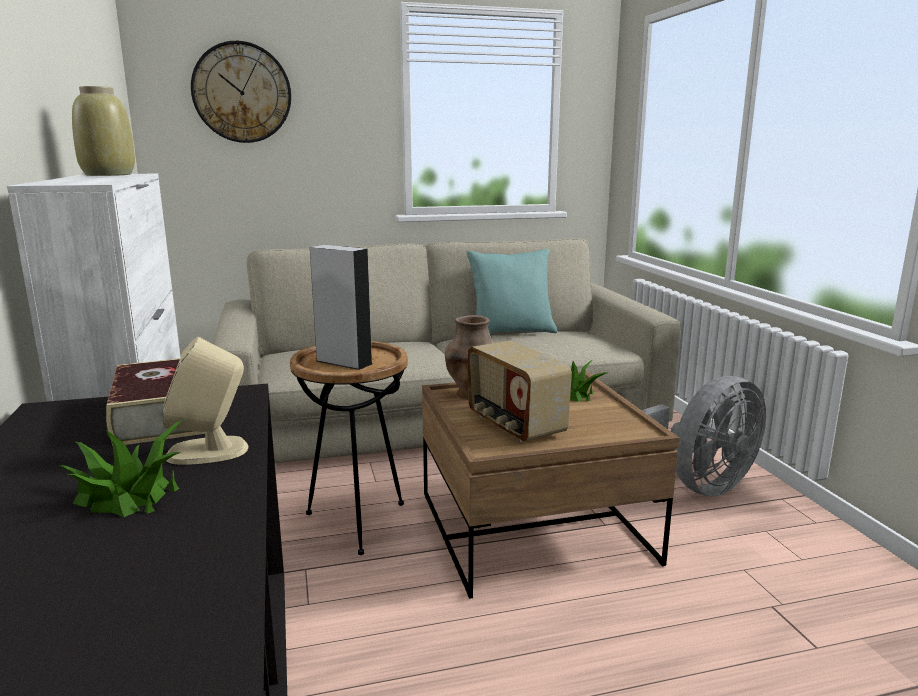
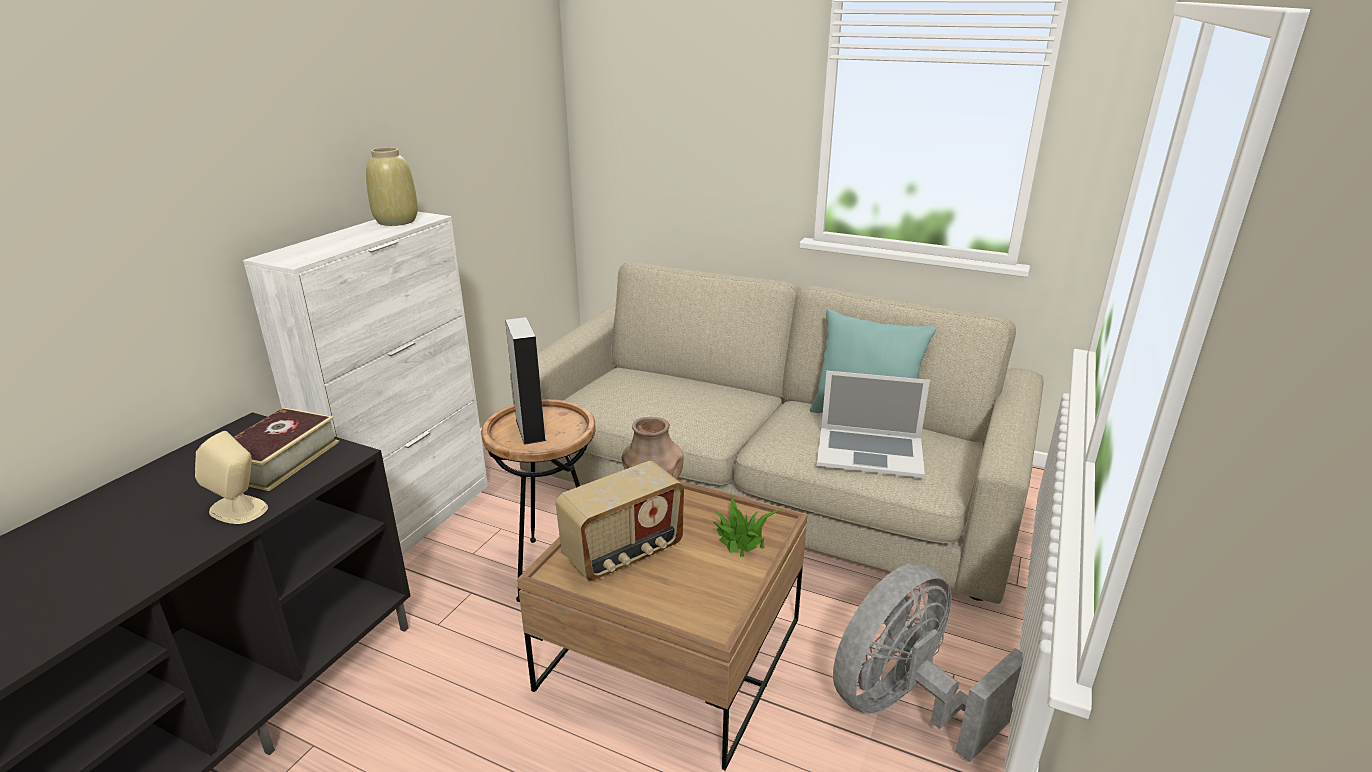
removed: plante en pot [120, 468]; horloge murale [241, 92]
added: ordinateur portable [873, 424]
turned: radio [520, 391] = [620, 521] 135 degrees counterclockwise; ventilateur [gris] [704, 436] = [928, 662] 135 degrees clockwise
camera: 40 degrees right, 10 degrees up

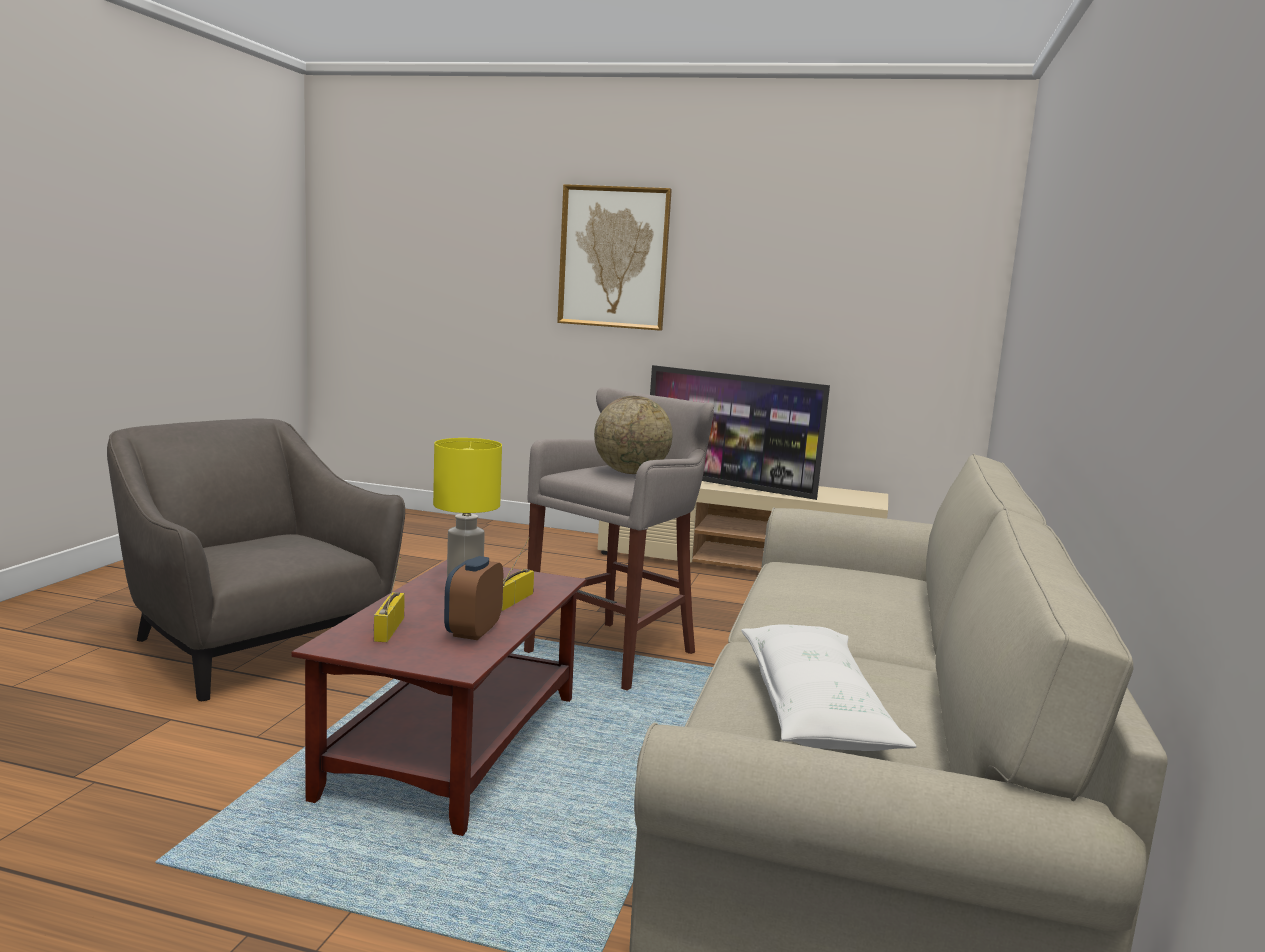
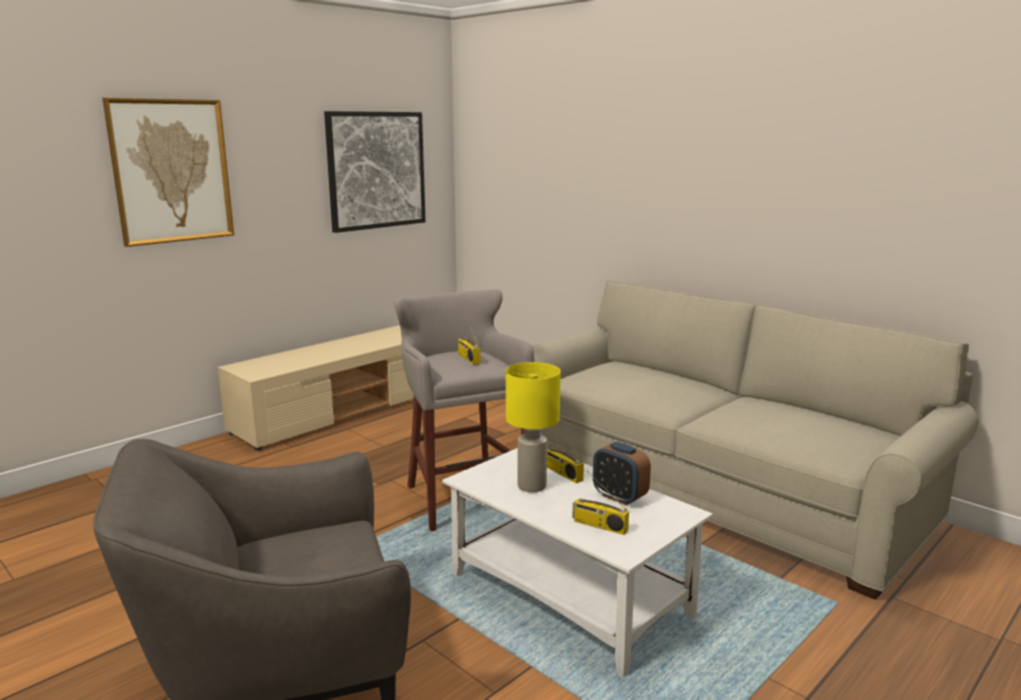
removed: téléviseur [740, 432]; coussin [blanc] [828, 687]
added: tableau [375, 172]
replaced: globe [633, 435] to radio [469, 341]
recoloured: table basse [marron] [438, 698] to table basse [blanc] [577, 562]
camera: 60 degrees left, 5 degrees up

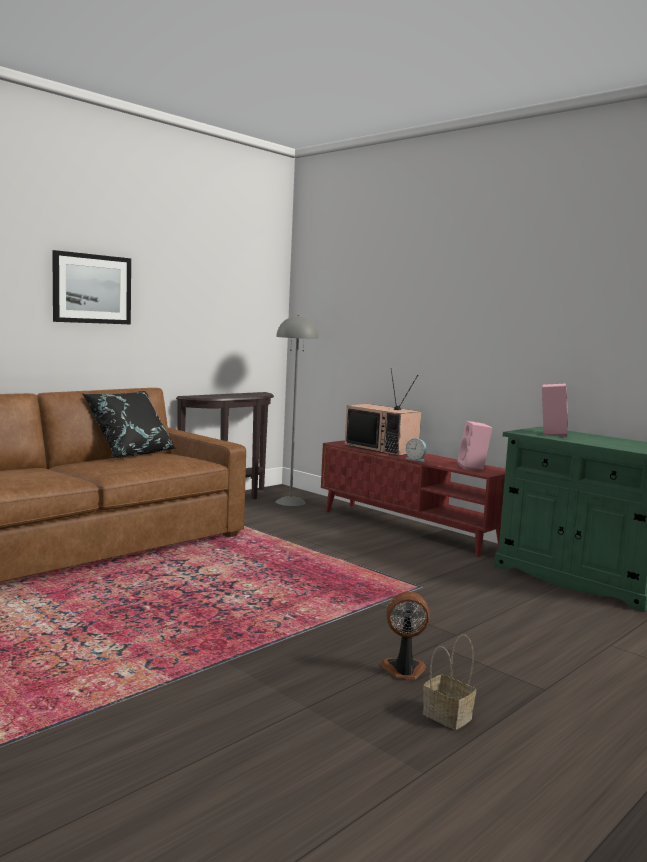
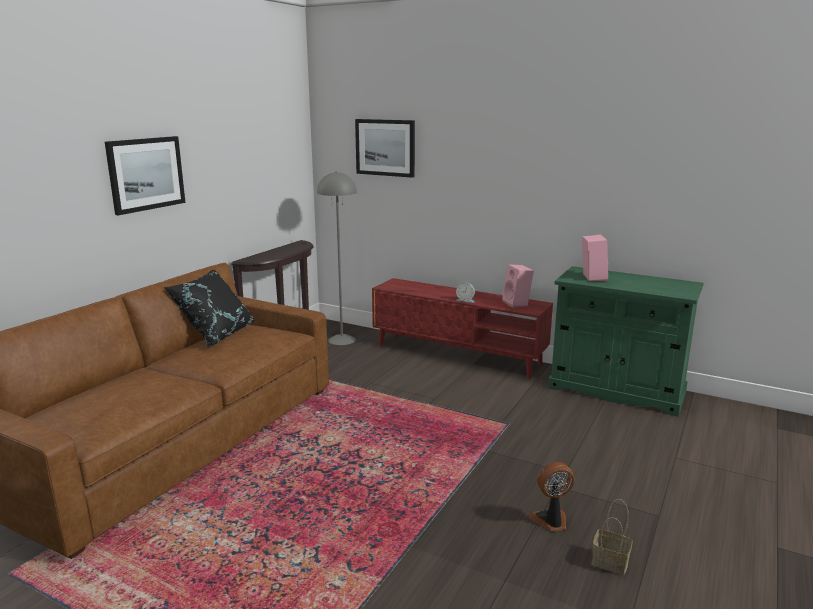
removed: téléviseur [383, 412]
added: tableau [385, 148]
camera: 15 degrees left, 10 degrees up

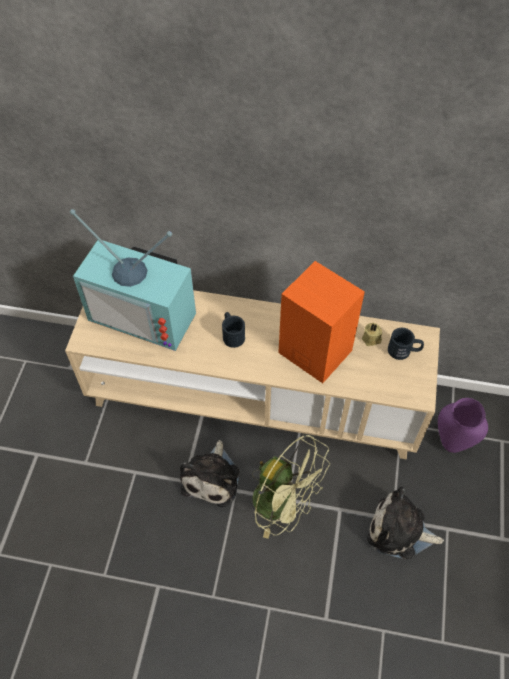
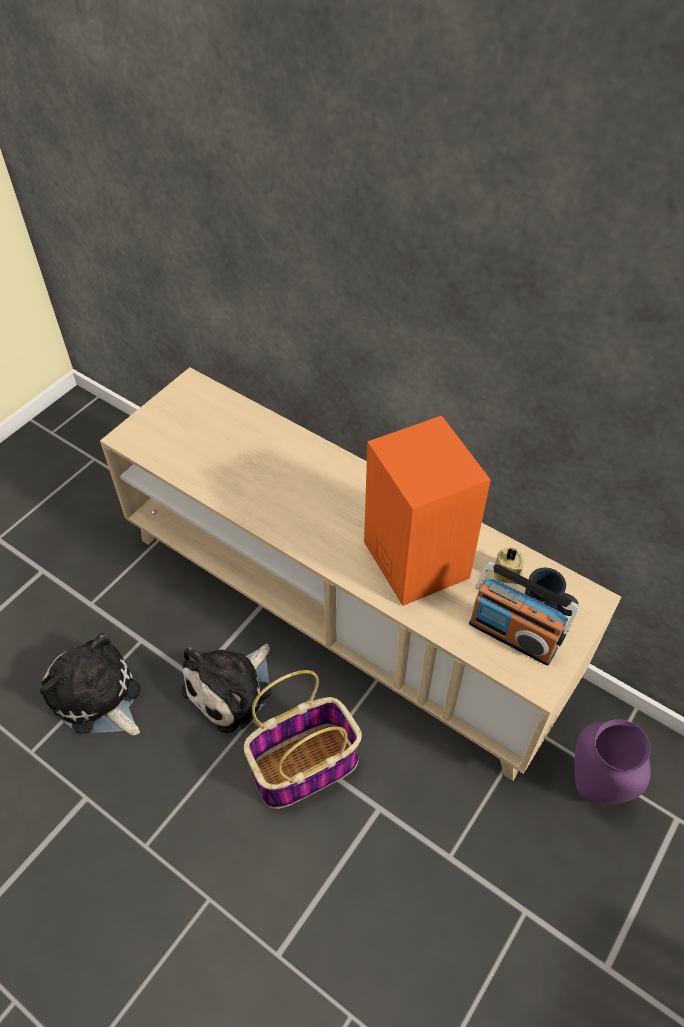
removed: téléviseur [133, 280]; mug [noir] [233, 330]
added: radio [524, 613]
moved: peluche [405, 523] to [90, 684]
replaced: ventilateur [vert] [291, 487] to panier [303, 739]
camera: 25 degrees right, 5 degrees down

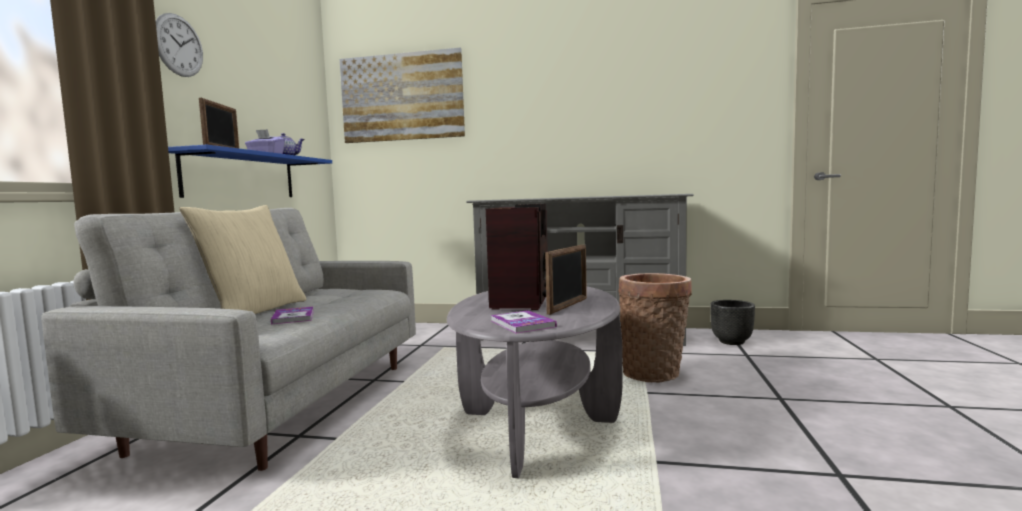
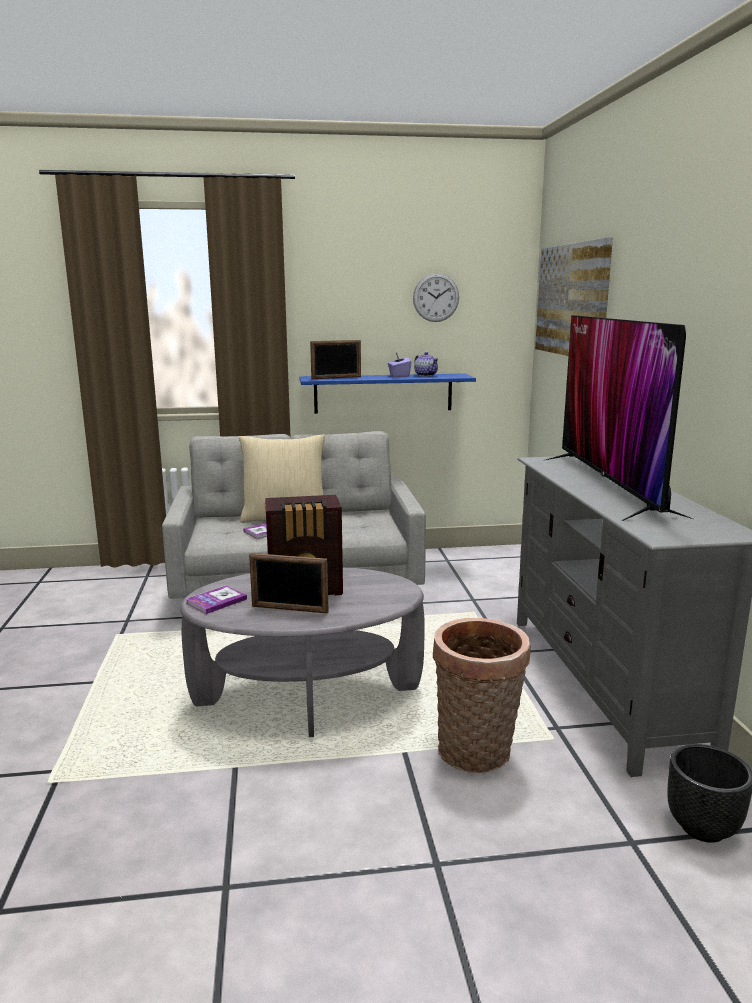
added: téléviseur [618, 418]
moved: horloge murale [179, 45] to [436, 297]
camera: 70 degrees right, 10 degrees up

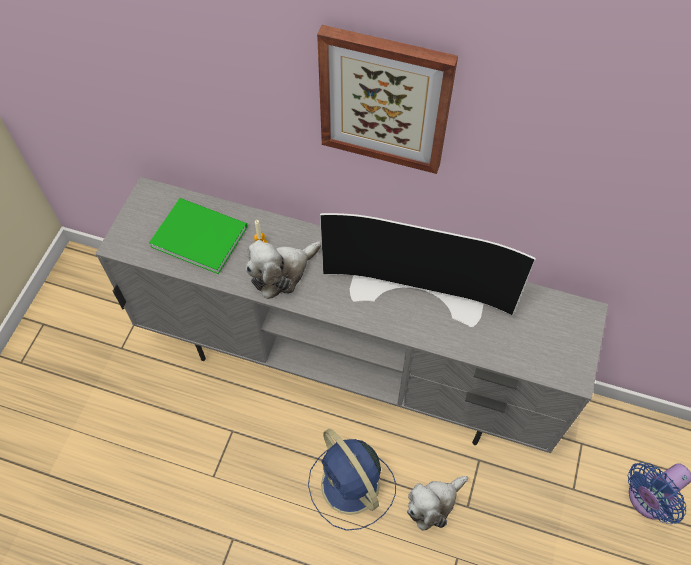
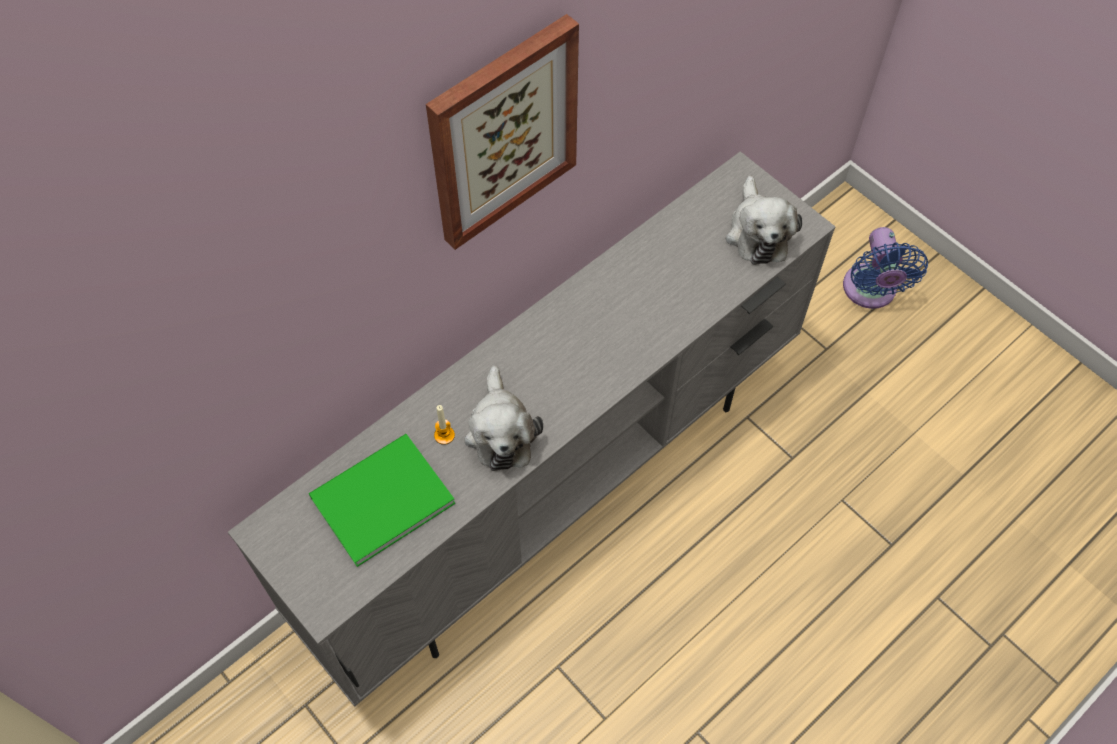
removed: ventilateur [bleu] [352, 480]; téléviseur [427, 270]
moved: peluche [437, 503] to [764, 220]
camera: 60 degrees left, 0 degrees up

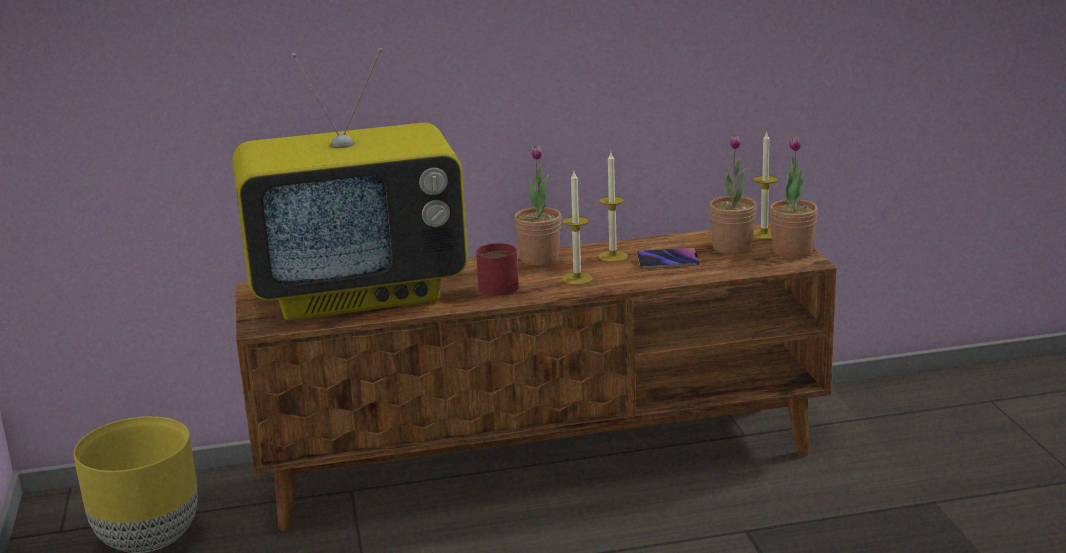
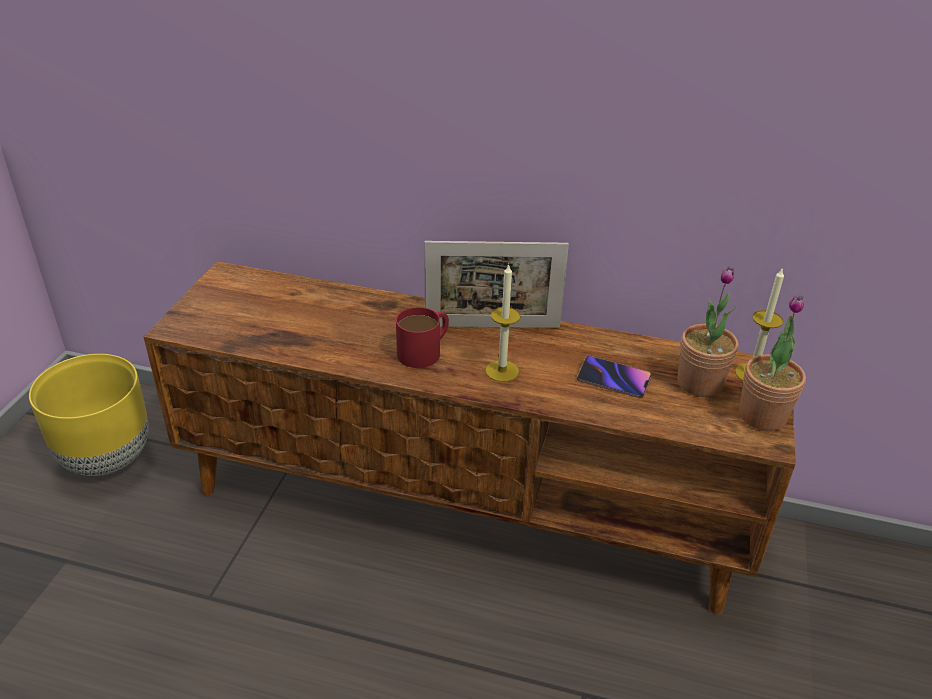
removed: téléviseur [350, 184]; bougie [613, 207]
replaced: plante en pot [538, 206] to cadre photo [496, 284]
camera: 25 degrees right, 15 degrees up

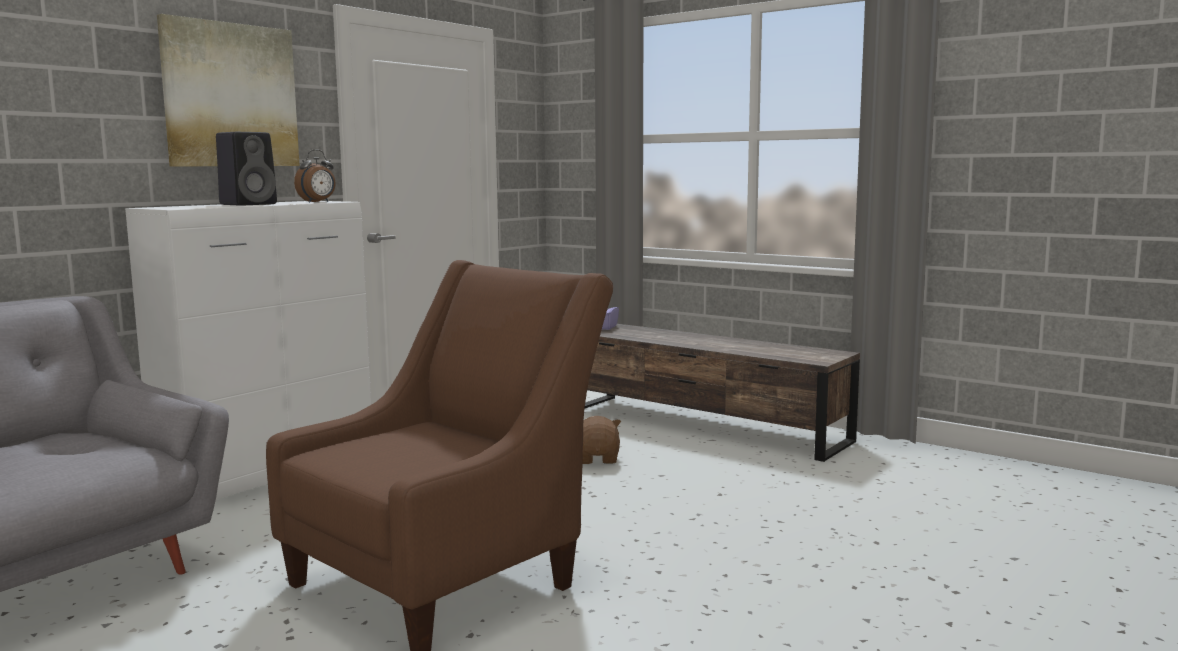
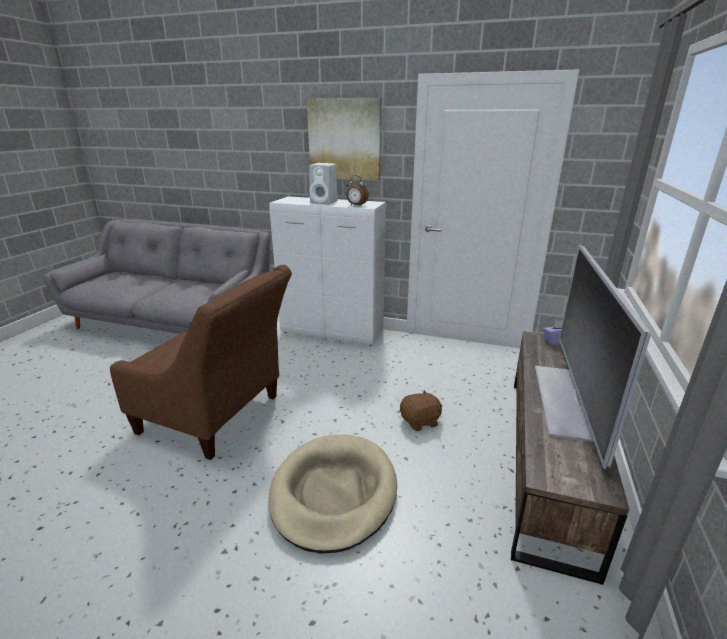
added: panier pour chien [beige] [332, 494]; téléviseur [593, 357]
recoloured: enceinte [noir] [246, 169] to enceinte [blanc] [323, 183]
camera: 70 degrees right, 15 degrees up

